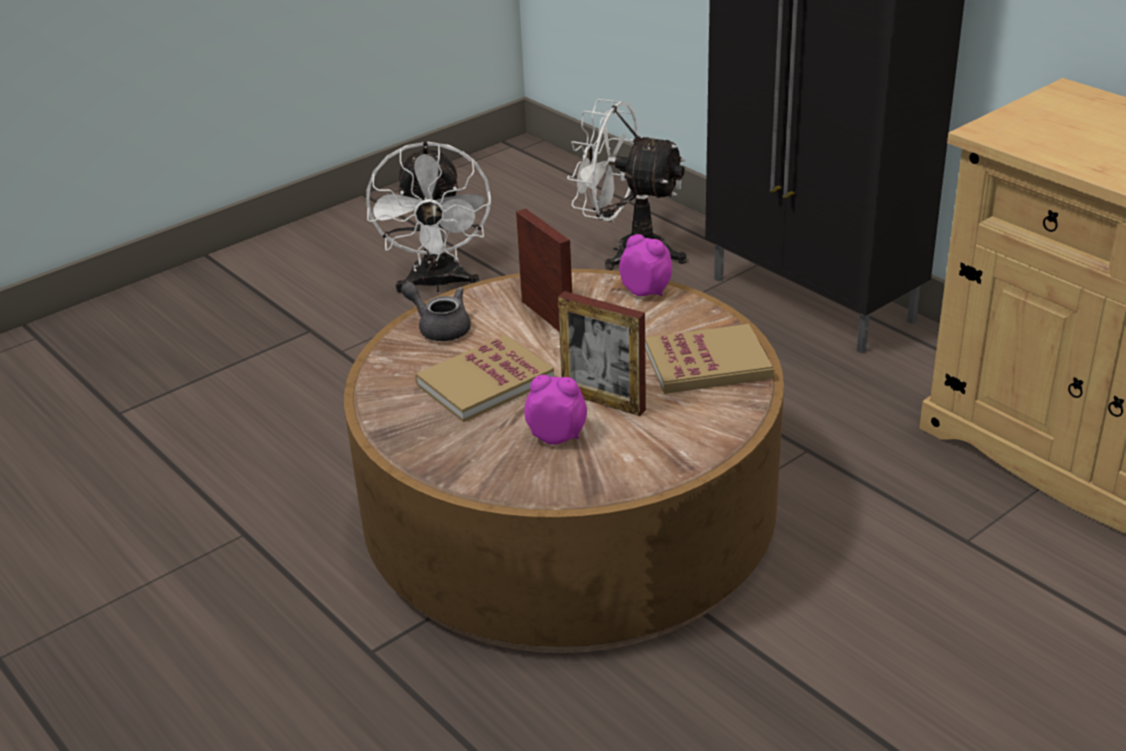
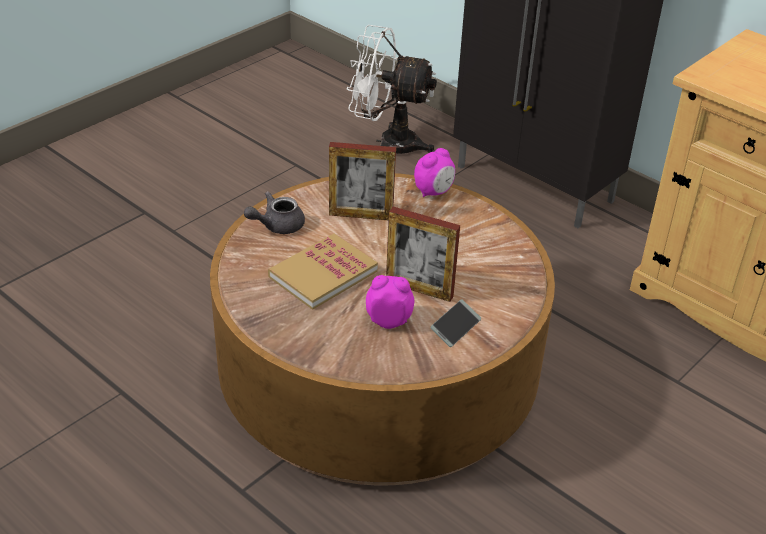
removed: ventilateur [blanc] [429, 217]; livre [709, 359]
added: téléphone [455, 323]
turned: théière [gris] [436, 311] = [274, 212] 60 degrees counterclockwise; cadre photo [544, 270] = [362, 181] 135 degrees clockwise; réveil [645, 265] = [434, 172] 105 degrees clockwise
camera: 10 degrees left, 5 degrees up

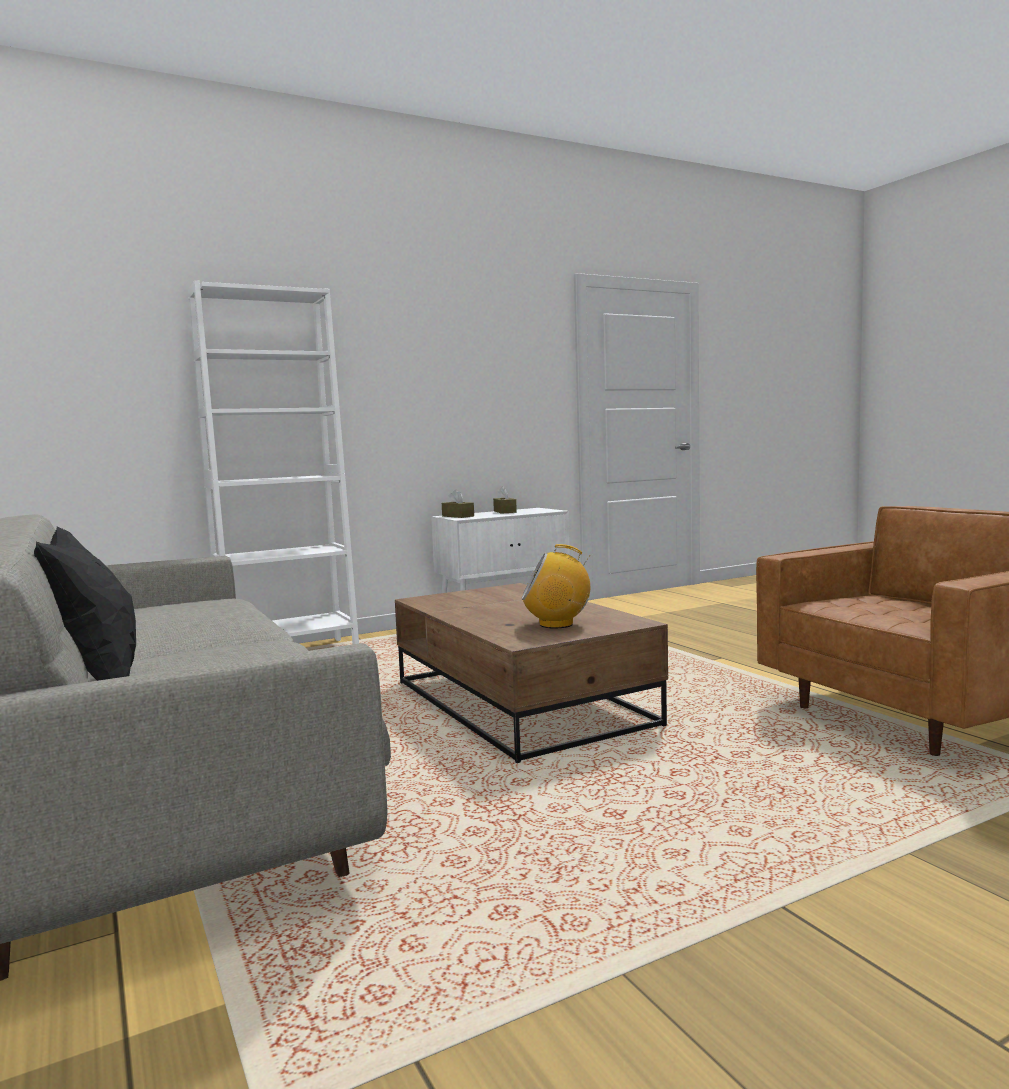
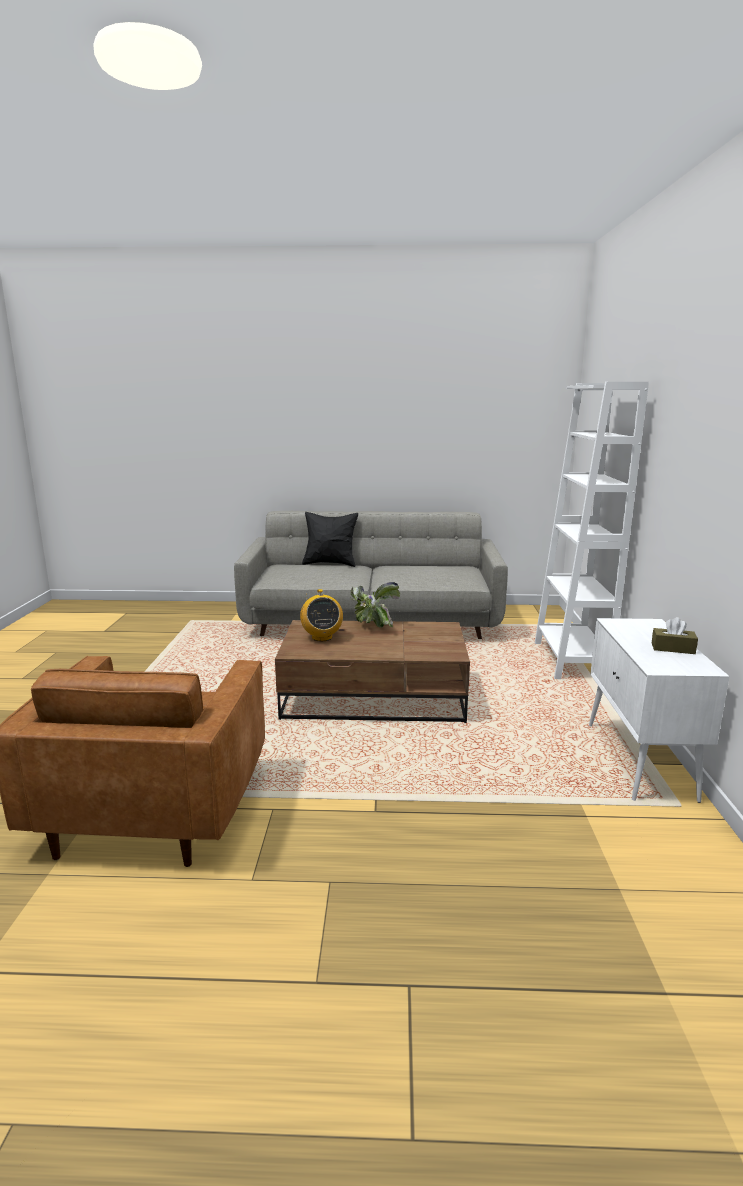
removed: boîte à mouchoirs [marron] [458, 504]
added: plante en pot [375, 605]
turned: radio [556, 586] = [321, 615] 135 degrees clockwise
camera: 120 degrees right, 10 degrees up

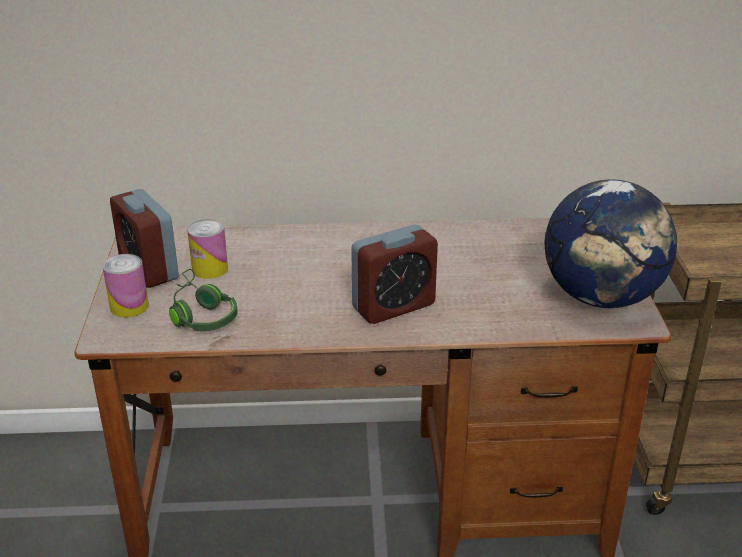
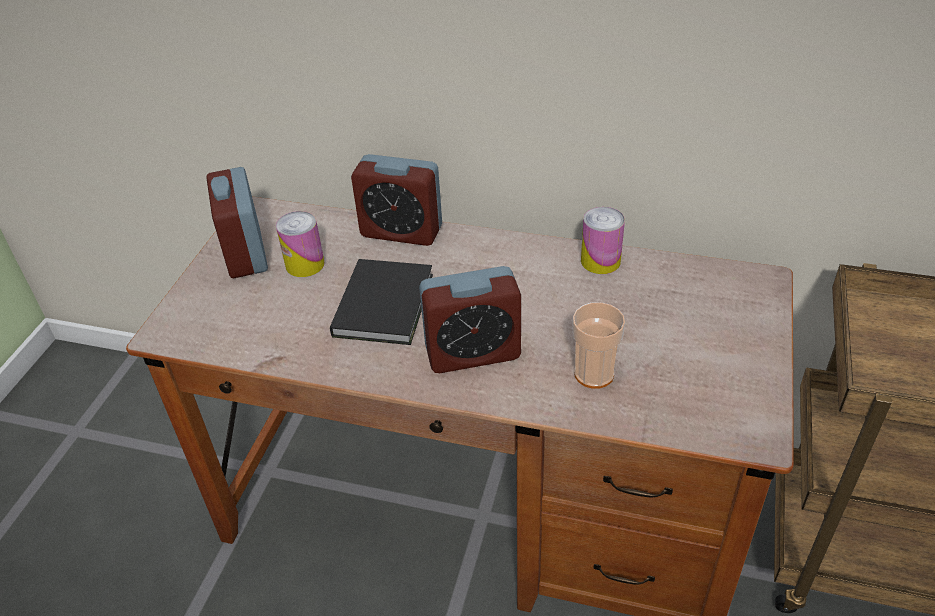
removed: casque audio [vert] [203, 300]; globe [611, 243]
added: livre [noir] [381, 302]; réveil [396, 200]; tasse [599, 345]
moved: boîte métallique [125, 286] to [603, 240]
camera: 20 degrees right, 10 degrees up

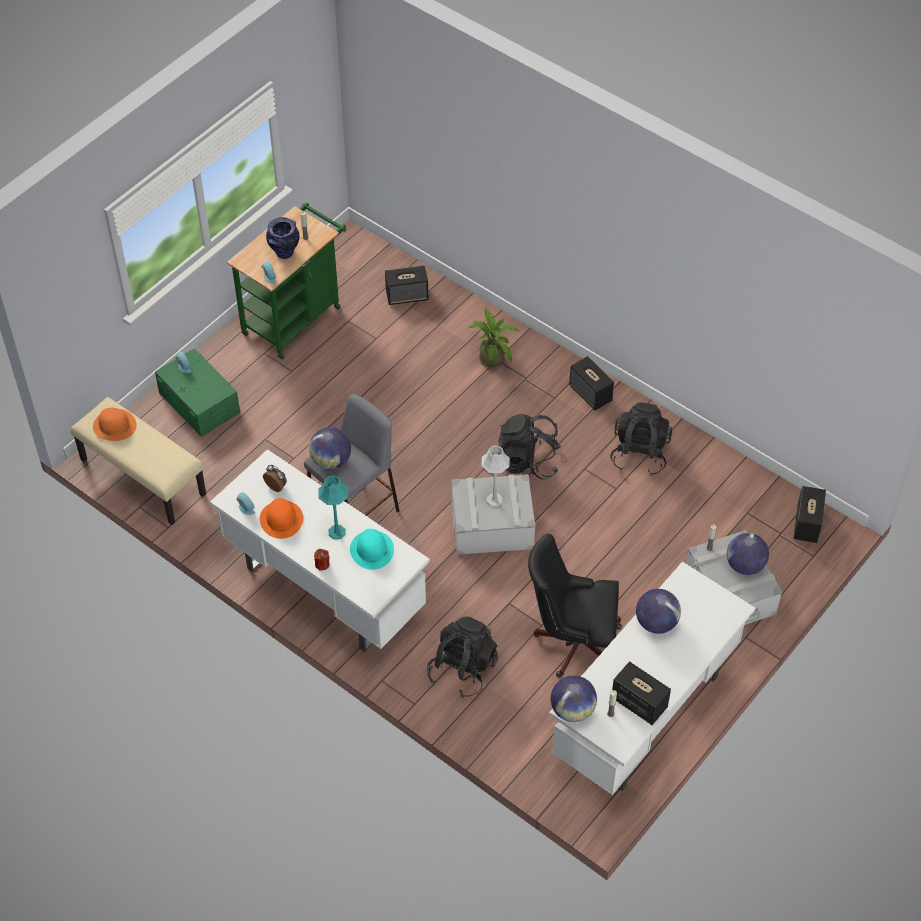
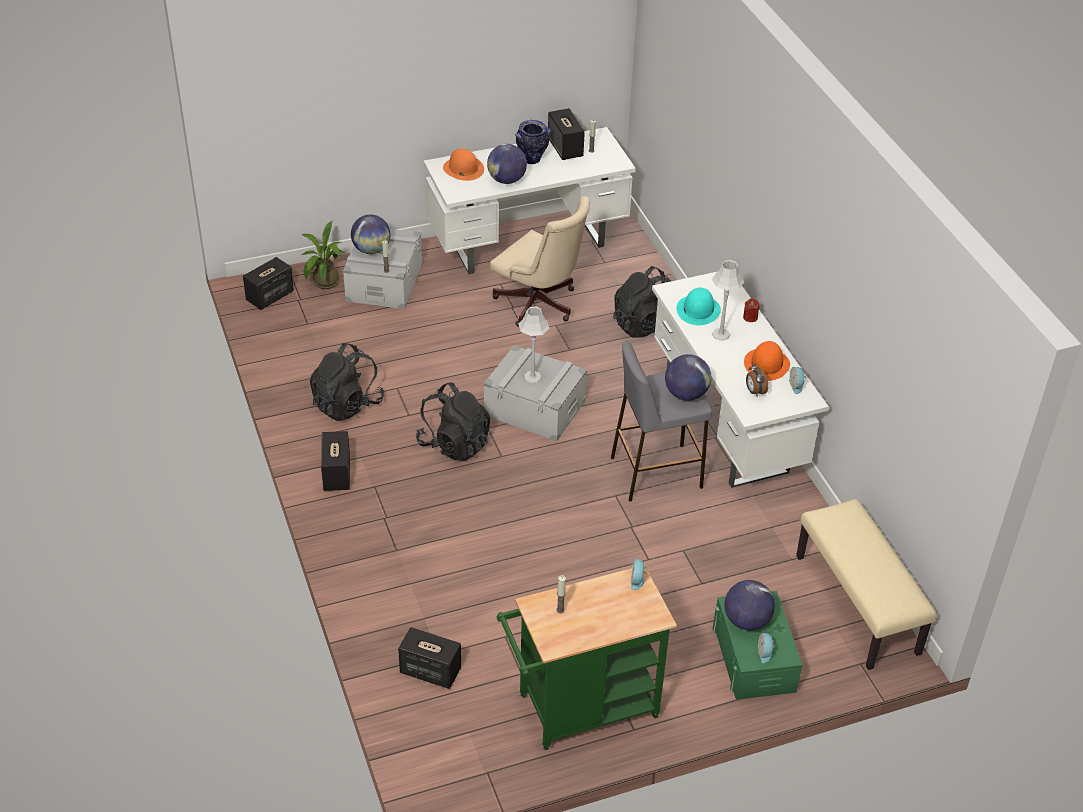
moved: chapeau [orange] [115, 424] to [463, 165]; vase [282, 238] to [533, 142]; plante en pot [494, 338] to [322, 255]; globe [574, 698] to [750, 605]
recoloured: lampe de table [turquoise] [333, 507] to lampe de table [gris] [728, 300]; chaise de bureau [noir] [575, 606] to chaise de bureau [beige] [540, 261]
camera: 150 degrees left, 10 degrees down

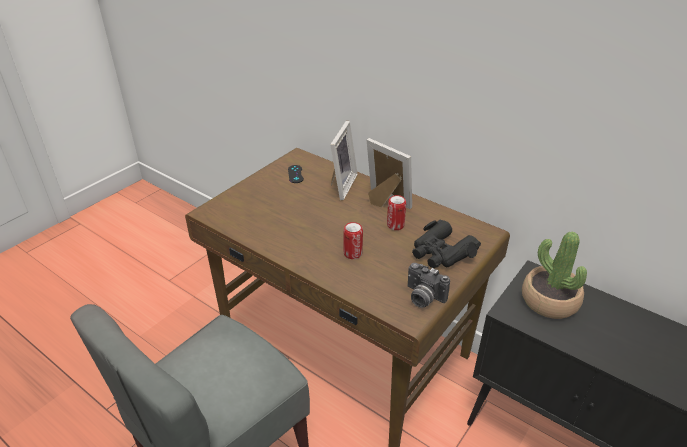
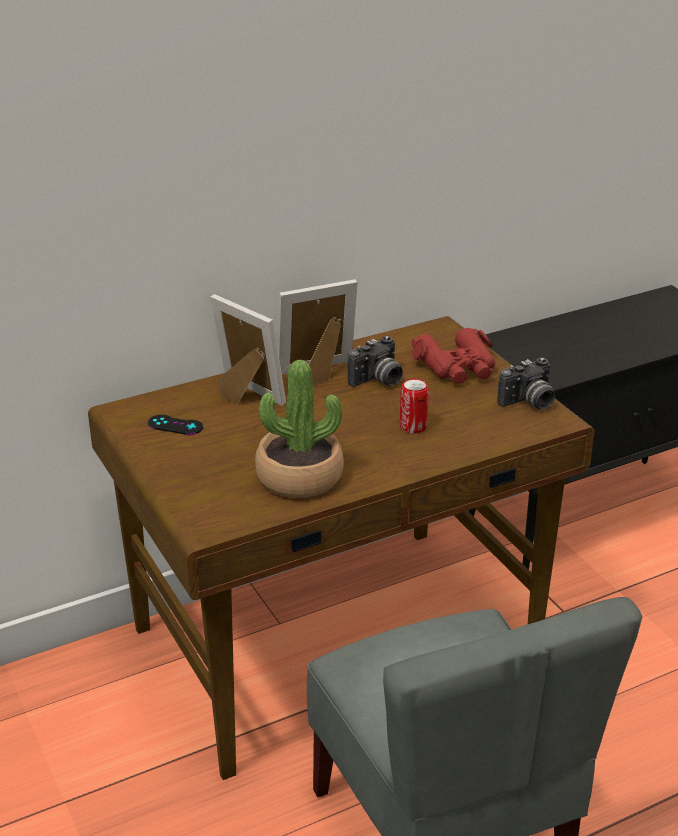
moved: plante en pot [554, 275] to [299, 429]
replaced: boîte métallique [396, 212] to appareil photo [375, 361]
recoloured: jumelles [noir] [446, 244] to jumelles [rouge] [453, 356]
camera: 65 degrees left, 5 degrees down

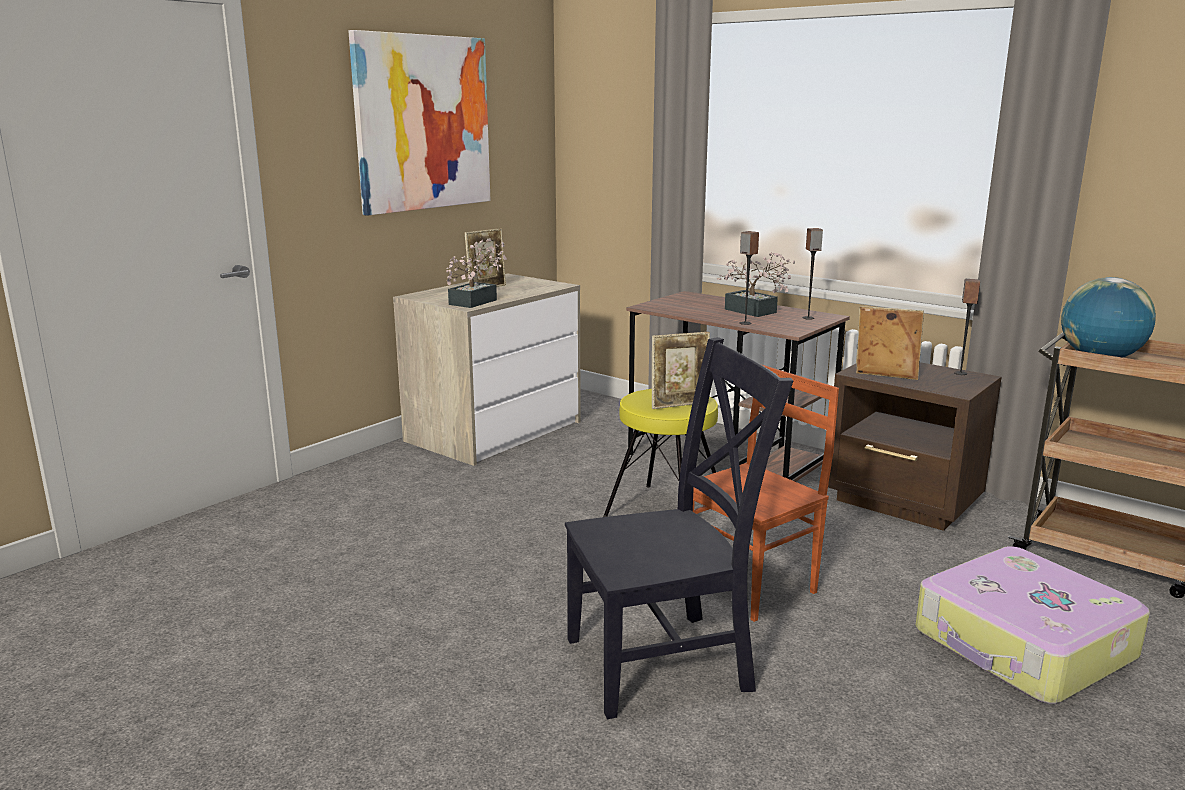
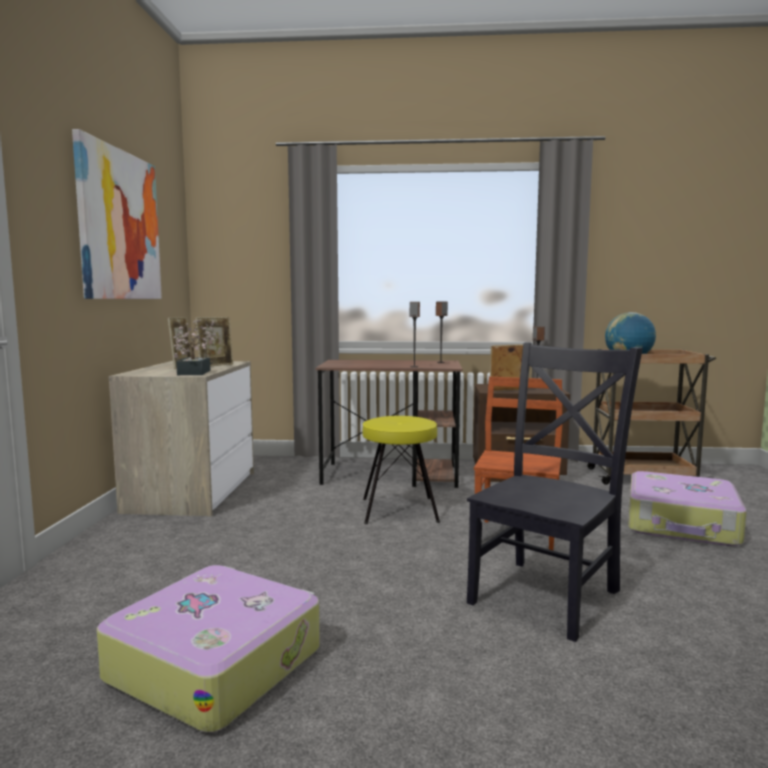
removed: plante en pot [756, 284]
added: valise [208, 649]
moved: cadre photo [681, 370] to [214, 342]
camera: 35 degrees left, 10 degrees down

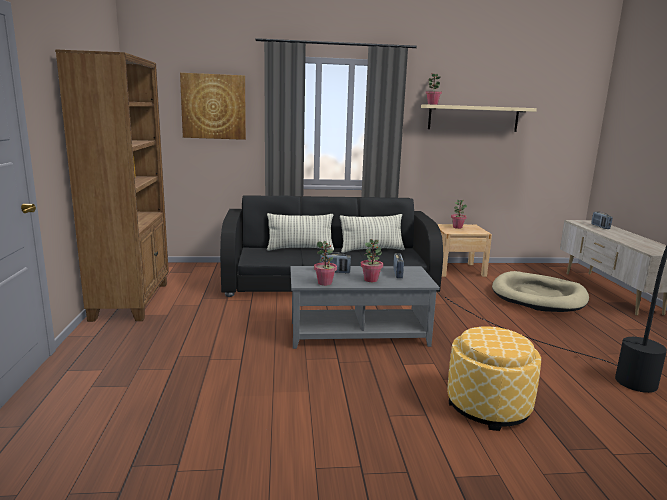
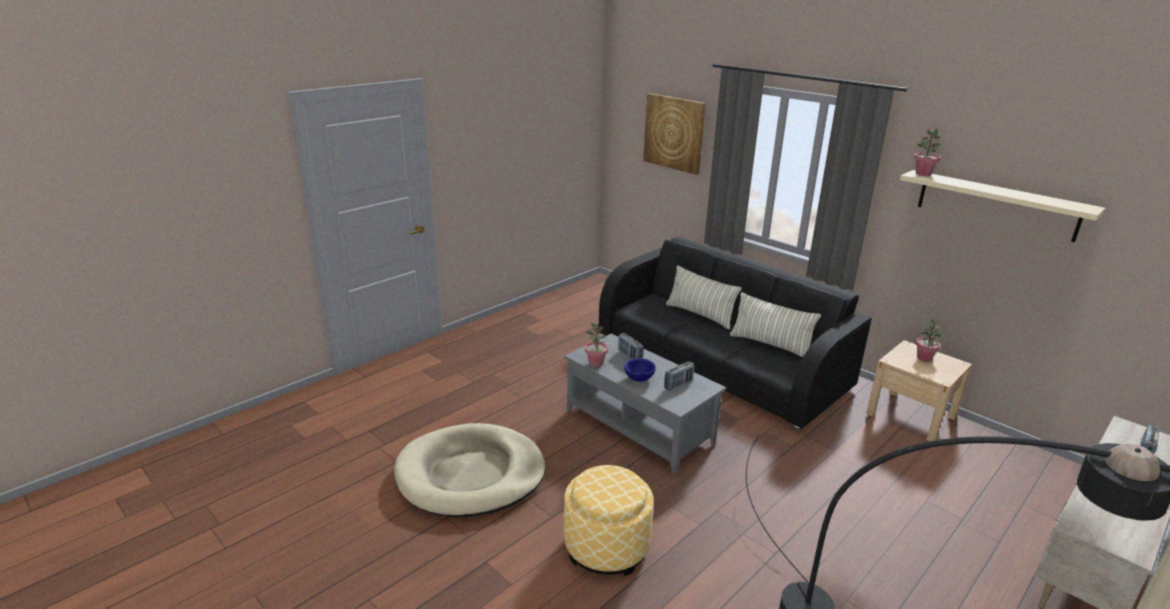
removed: bibliothèque [marron] [112, 185]
moved: panier pour chien [beige] [540, 291] to [469, 470]
replaced: plante en pot [372, 260] to bol [bleu] [640, 370]
camera: 50 degrees right, 10 degrees up

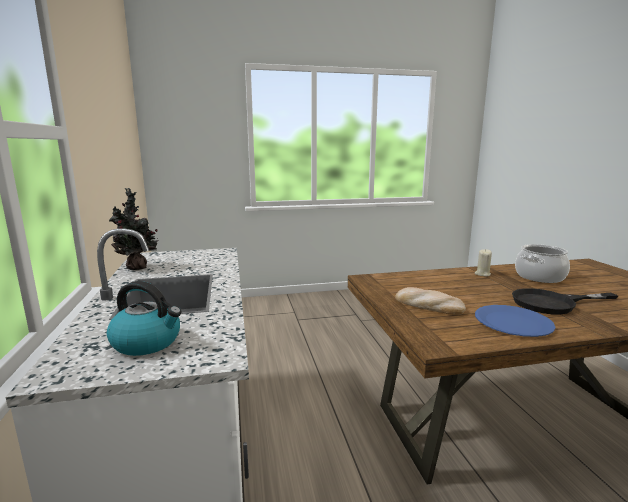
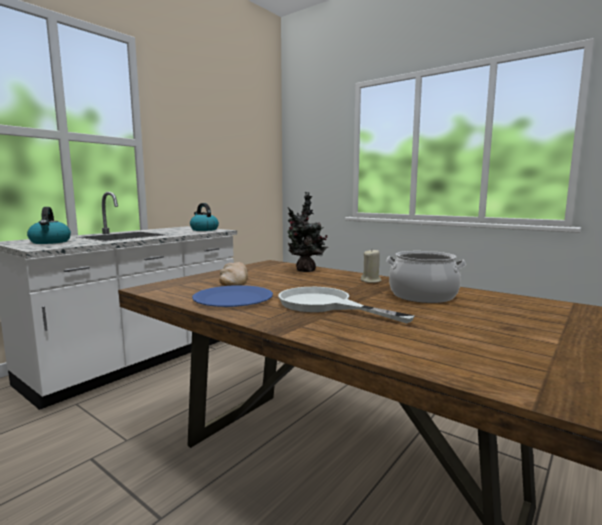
added: bouilloire [204, 217]
moved: plante en pot [134, 229] to [308, 232]
recoloured: poêle [noir] [565, 301] to poêle [blanc] [346, 305]
camera: 50 degrees right, 5 degrees down

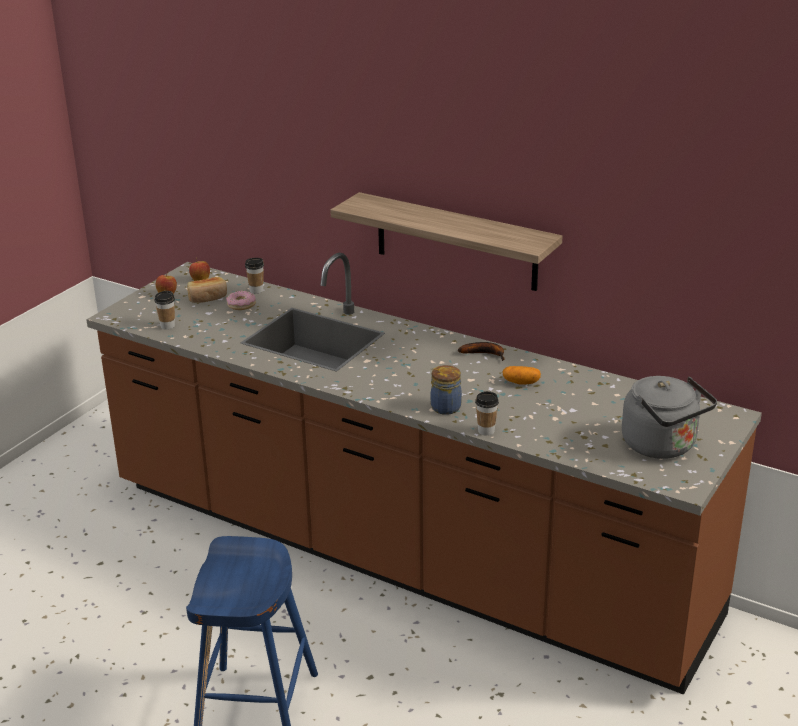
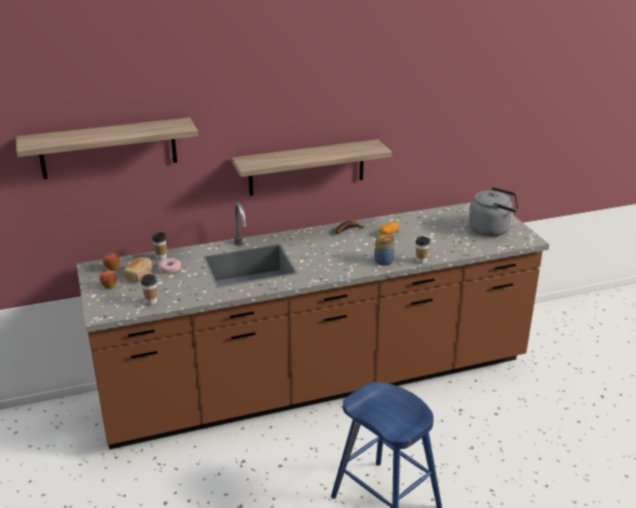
added: étagère [107, 148]
camera: 50 degrees left, 0 degrees up

